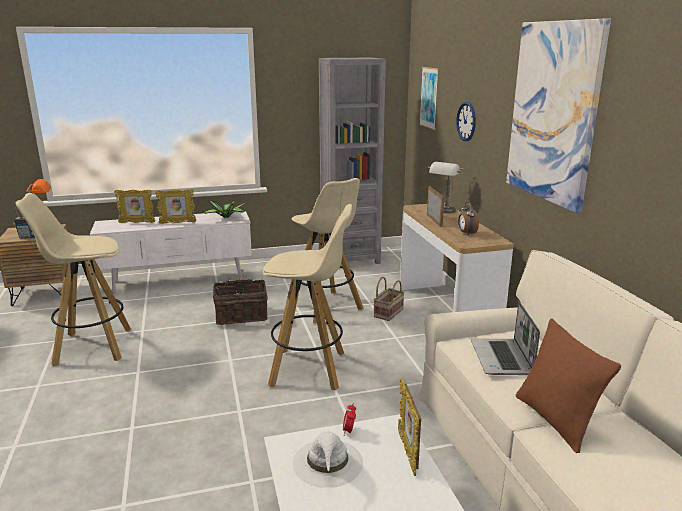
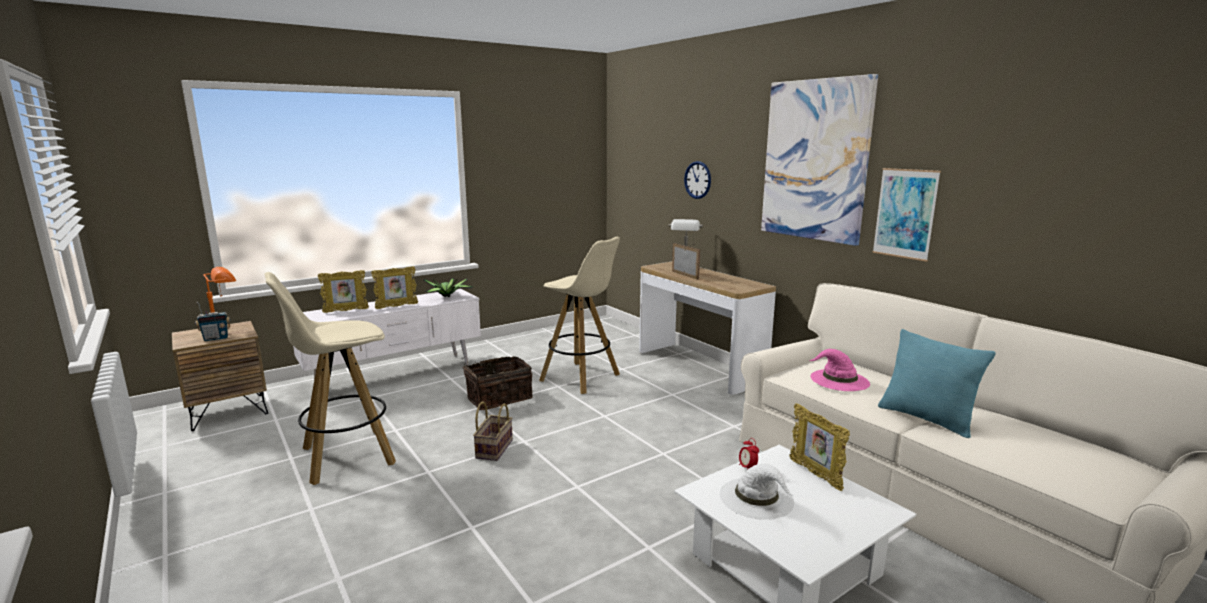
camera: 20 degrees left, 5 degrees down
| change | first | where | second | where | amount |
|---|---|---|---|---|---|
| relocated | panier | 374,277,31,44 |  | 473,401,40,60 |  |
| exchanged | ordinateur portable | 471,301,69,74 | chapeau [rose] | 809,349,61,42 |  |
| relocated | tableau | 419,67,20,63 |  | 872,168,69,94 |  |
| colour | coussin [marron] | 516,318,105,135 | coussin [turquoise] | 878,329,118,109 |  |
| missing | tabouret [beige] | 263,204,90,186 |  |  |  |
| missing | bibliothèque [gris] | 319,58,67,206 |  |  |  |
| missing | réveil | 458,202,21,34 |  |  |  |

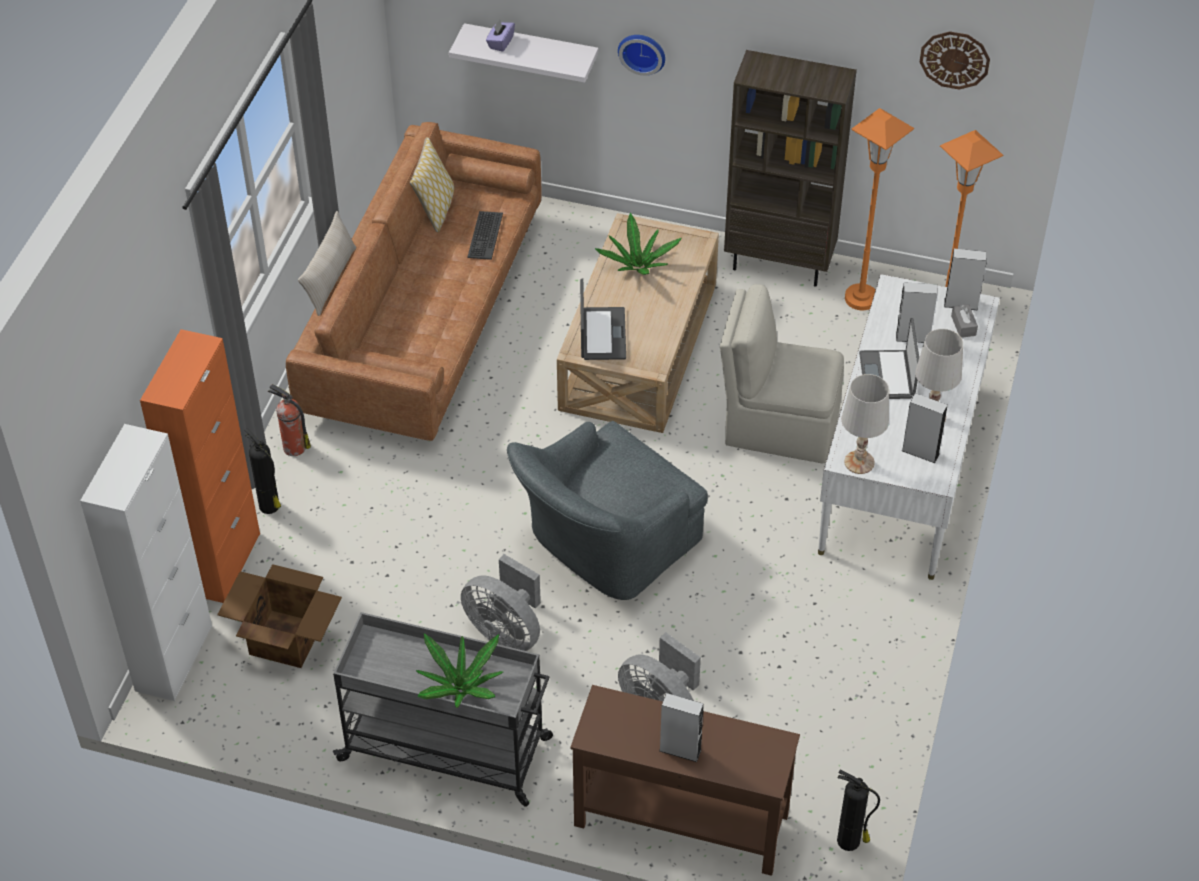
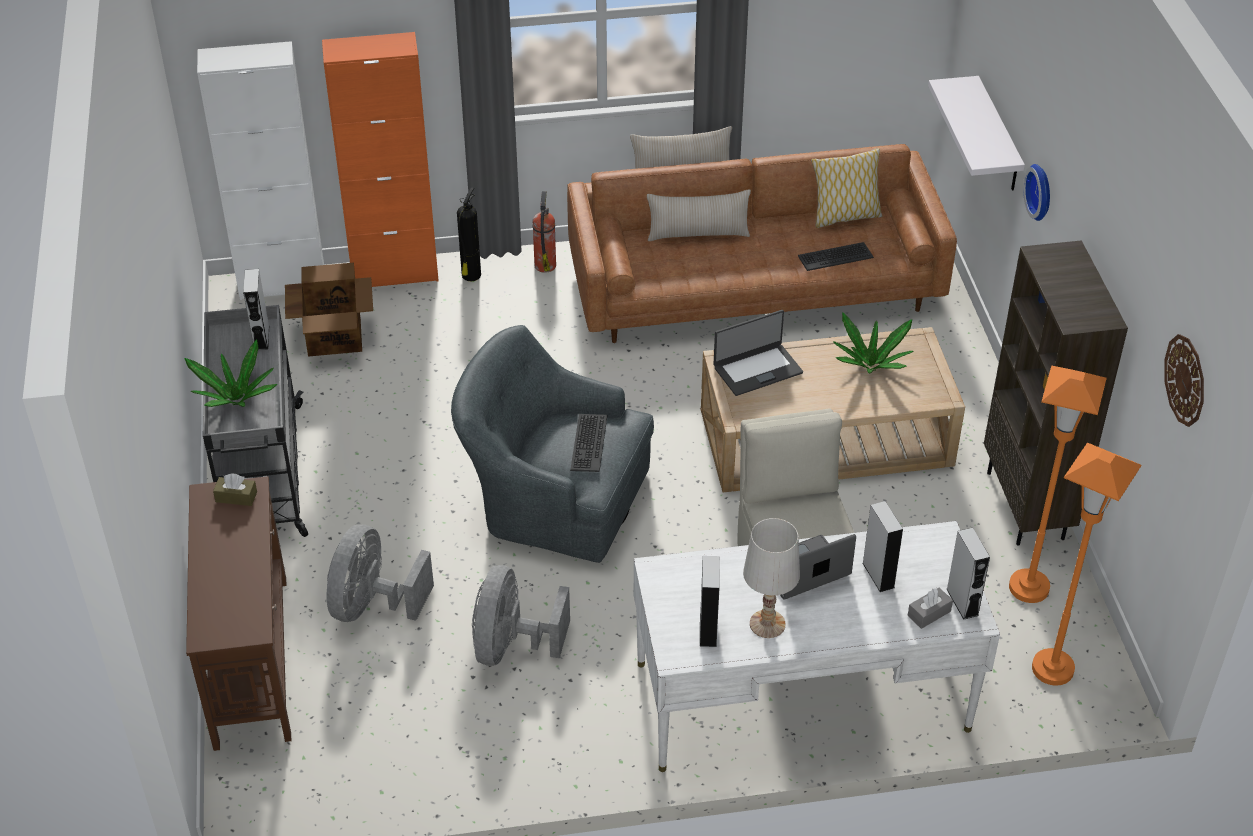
camera: 65 degrees right, 5 degrees down
| change | first | where | second | where | amount |
|---|---|---|---|---|---|
| appeared |  |  | boîte à mouchoirs [marron] | 213,474,44,32 |  |
| relocated | enceinte [gris] | 659,693,45,69 |  | 243,269,26,81 |  |
| relocated | ventilateur [gris] | 461,554,80,97 |  | 472,565,98,101 |  |
| appeared |  |  | clavier | 570,414,37,58 |  |
| appeared |  |  | coussin [beige] | 647,190,104,51 |  |
| missing | boîte à mouchoirs [violet] | 486,20,29,32 |  |  |  |
| missing | extincteur | 837,770,43,81 |  |  |  |
| missing | lampe de table [blanc] | 842,374,47,100 |  |  |  |

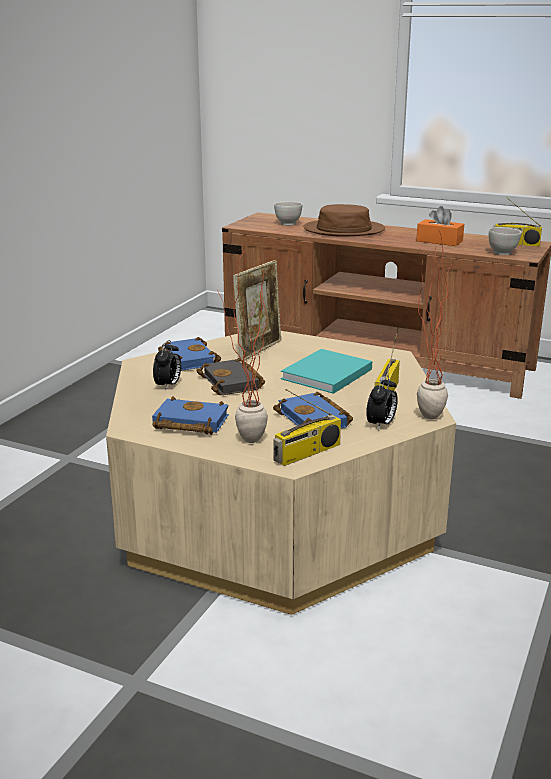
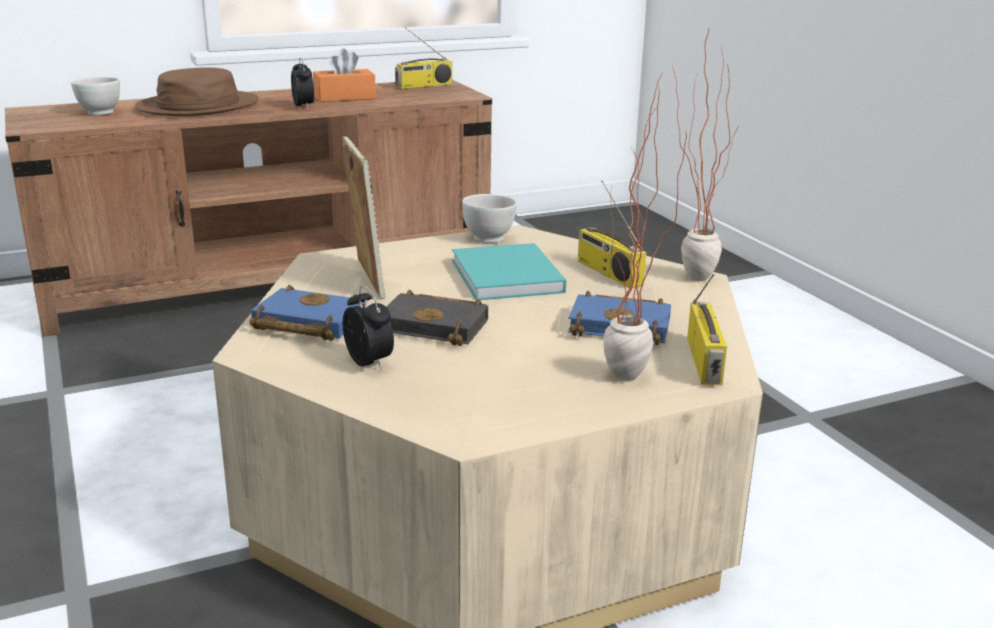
camera: 50 degrees left, 0 degrees up
| change | first | where | second | where | amount |
|---|---|---|---|---|---|
| relocated | réveil | 366,375,32,55 |  | 291,58,23,51 |  |
| relocated | bol [blanc] | 489,227,33,28 |  | 462,194,55,49 |  |
| missing | livre [bleu] | 152,397,77,38 |  |  |  |

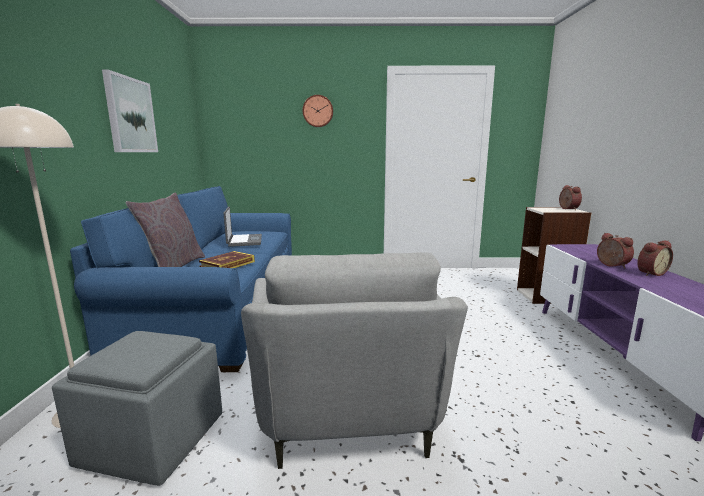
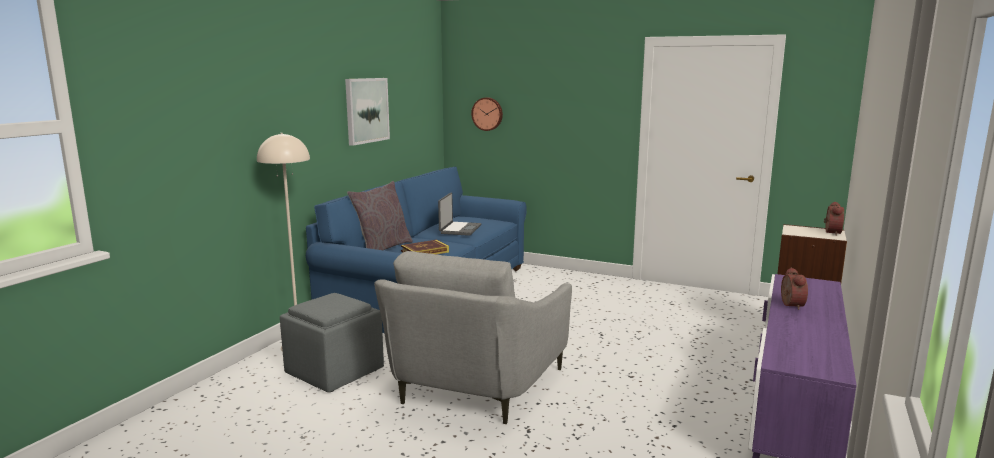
camera: 25 degrees right, 0 degrees up
| change | first | where | second | where | amount |
|---|---|---|---|---|---|
| relocated | horloge murale | 303,95,30,32 |  | 471,97,32,34 |  |
| missing | réveil | 637,240,36,36 |  |  |  |

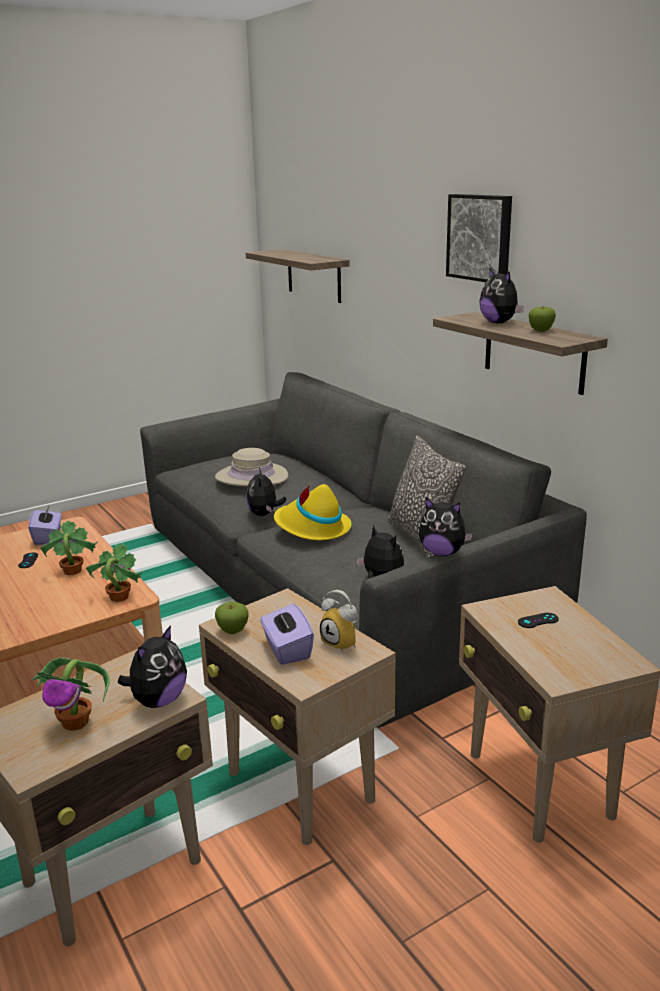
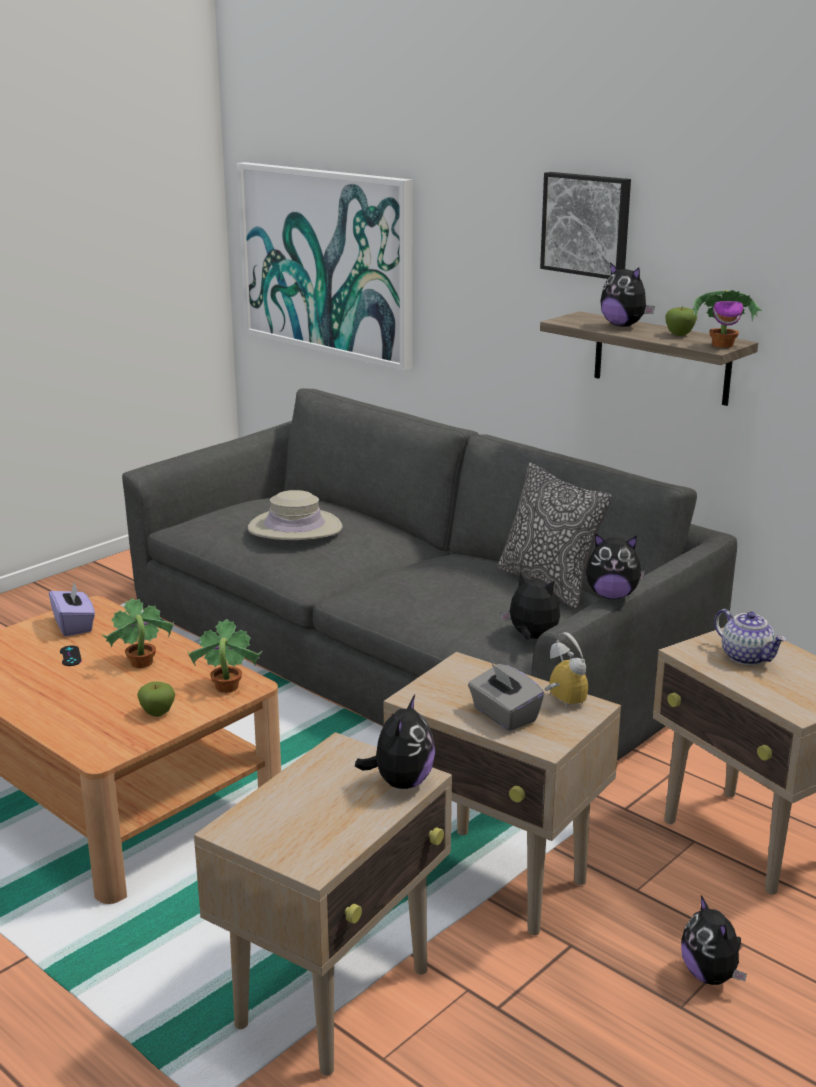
camera: 15 degrees left, 0 degrees up
| change | first | where | second | where | amount |
|---|---|---|---|---|---|
| relocated | pomme | 215,602,34,32 |  | 137,681,38,36 |  |
| exchanged | étagère | 246,249,104,54 | tableau | 237,162,175,209 |  |
| colour | boîte à mouchoirs [violet] | 260,604,54,61 | boîte à mouchoirs [gris] | 468,664,76,67 |  |
| spun | réveil | 320,590,37,63 |  | 544,632,44,76 | 150 degrees counterclockwise |
| relocated | peluche | 246,468,40,48 |  | 681,895,66,90 |  |
| relocated | plante en pot | 31,657,79,74 |  | 692,290,70,58 |  |
| exchanged | manette [noir] | 518,613,41,15 | théière | 714,609,72,56 |  |
| missing | chapeau [jaune] | 274,484,78,57 |  |  |  |

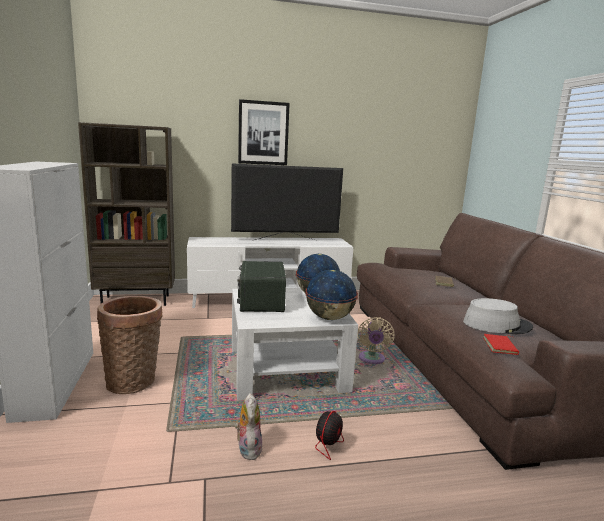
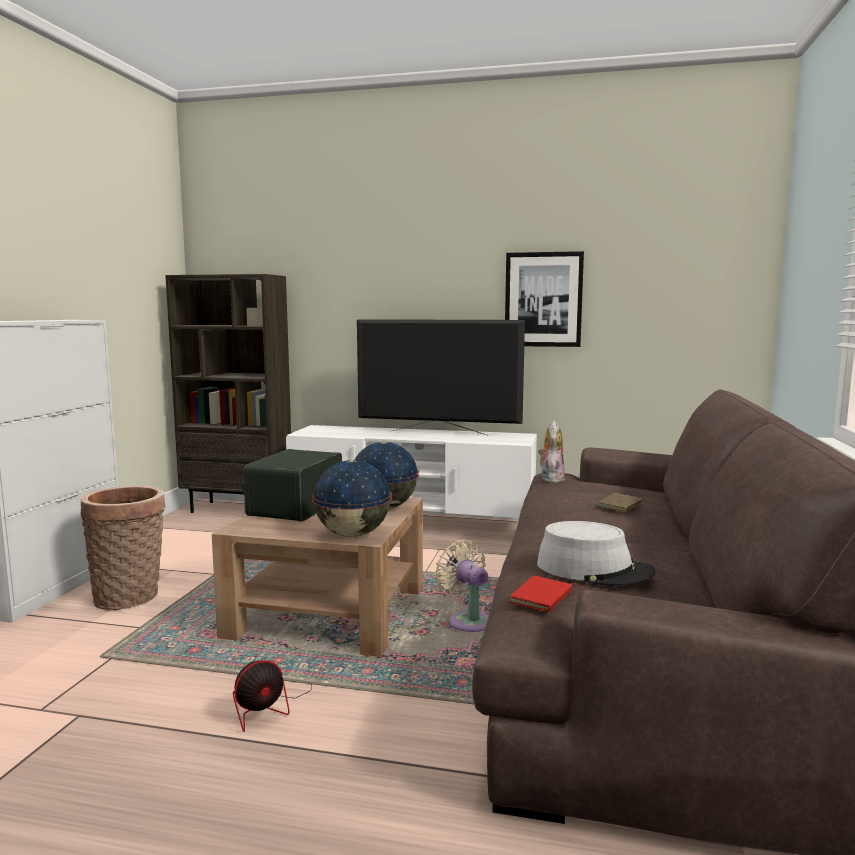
camera: 25 degrees right, 5 degrees down
| change | first | where | second | where | amount |
|---|---|---|---|---|---|
| colour | table basse [blanc] | 232,288,126,112 | table basse [marron] | 212,498,211,159 |  |
| spun | ventilateur [beige] | 357,317,37,47 |  | 435,540,54,92 | 120 degrees clockwise |
| relocated | tableau | 238,99,52,66 |  | 505,251,79,96 |  |
| relocated | peluche | 235,393,27,67 |  | 538,421,27,62 |  |

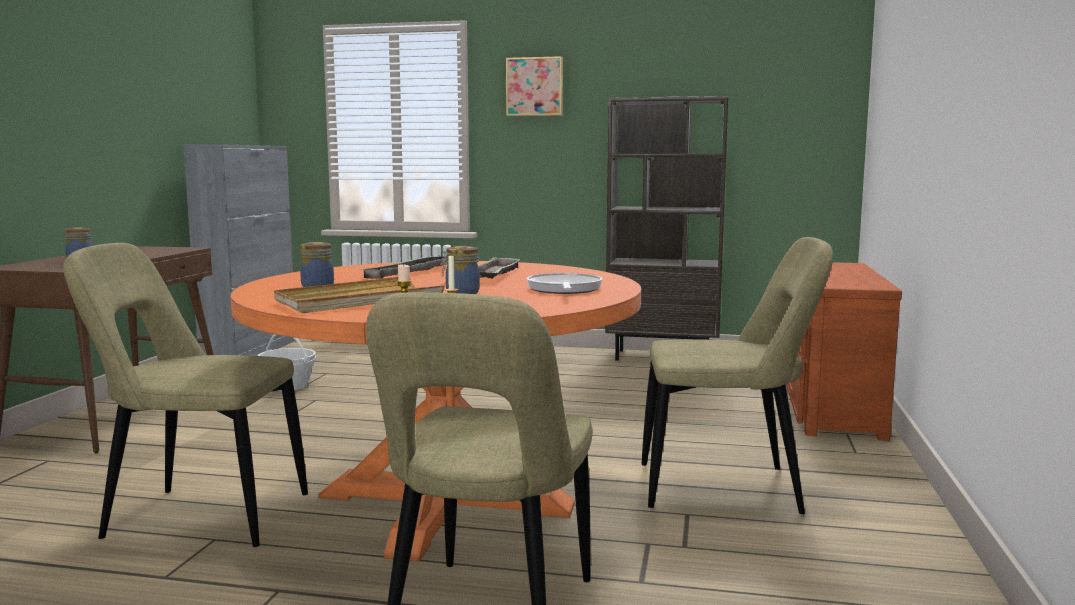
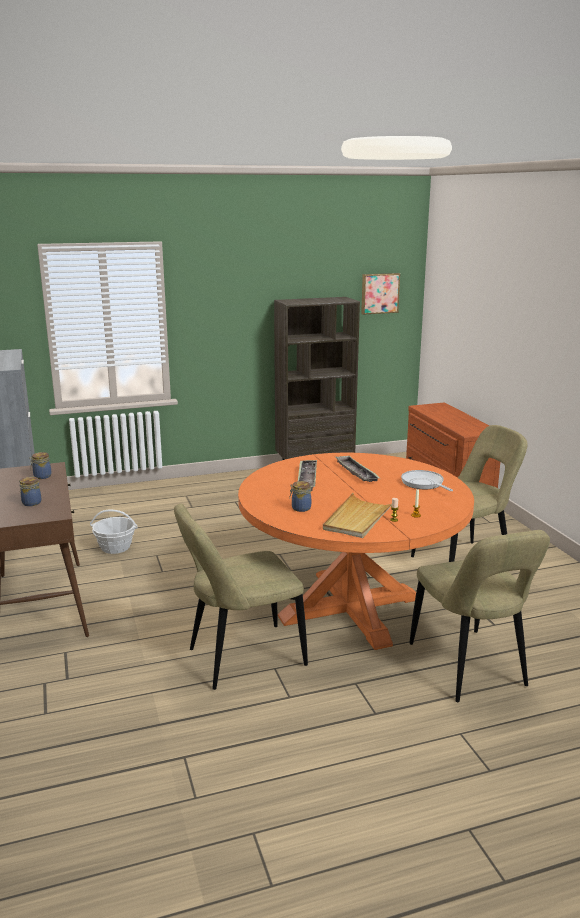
camera: 30 degrees left, 10 degrees up
| change | first | where | second | where | amount |
|---|---|---|---|---|---|
| relocated | bocal | 442,246,38,48 |  | 30,452,22,27 |  |
| relocated | tableau | 506,56,57,60 |  | 361,273,39,42 |  |

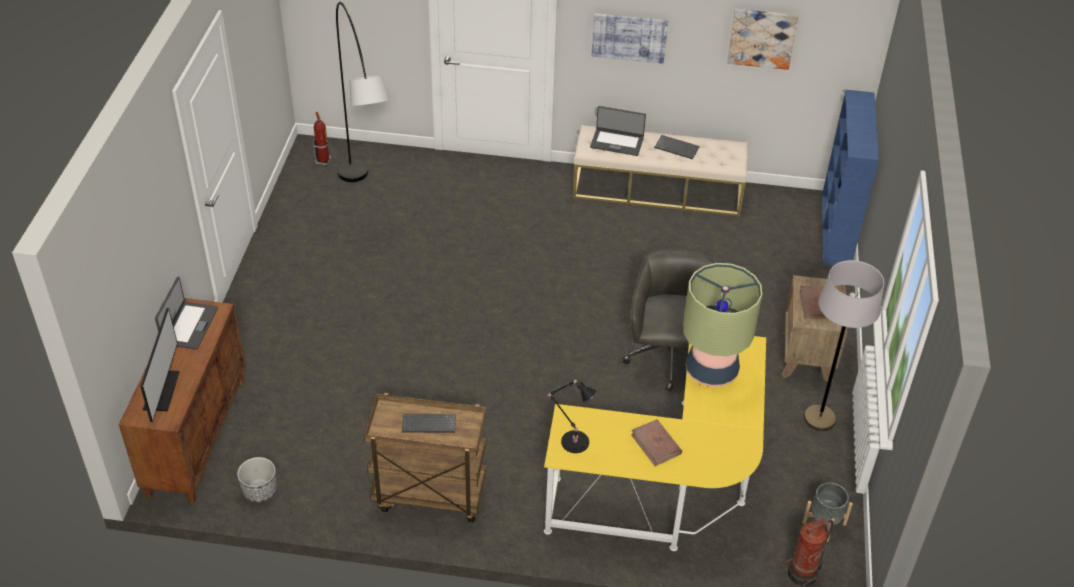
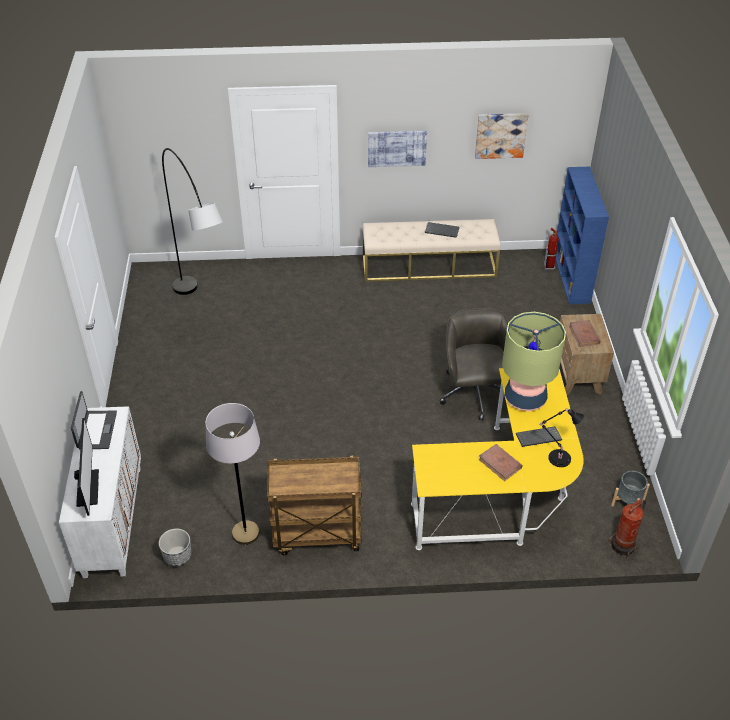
camera: 10 degrees left, 0 degrees up
| change | first | where | second | where | amount |
|---|---|---|---|---|---|
| colour | meuble de rangement [marron] | 119,298,127,205 | meuble de rangement [blanc] | 59,406,82,172 |  |
| relocated | lampadaire [gris] | 804,260,80,171 |  | 206,403,54,142 |  |
| relocated | clavier | 402,414,54,19 |  | 516,426,46,21 |  |
| relocated | lampe de table [noir] | 547,379,49,74 |  | 539,408,45,59 |  |
| relocated | extincteur | 313,112,18,53 |  | 544,228,15,42 |  |
| missing | ordinateur portable | 590,106,56,50 |  |  |  |

